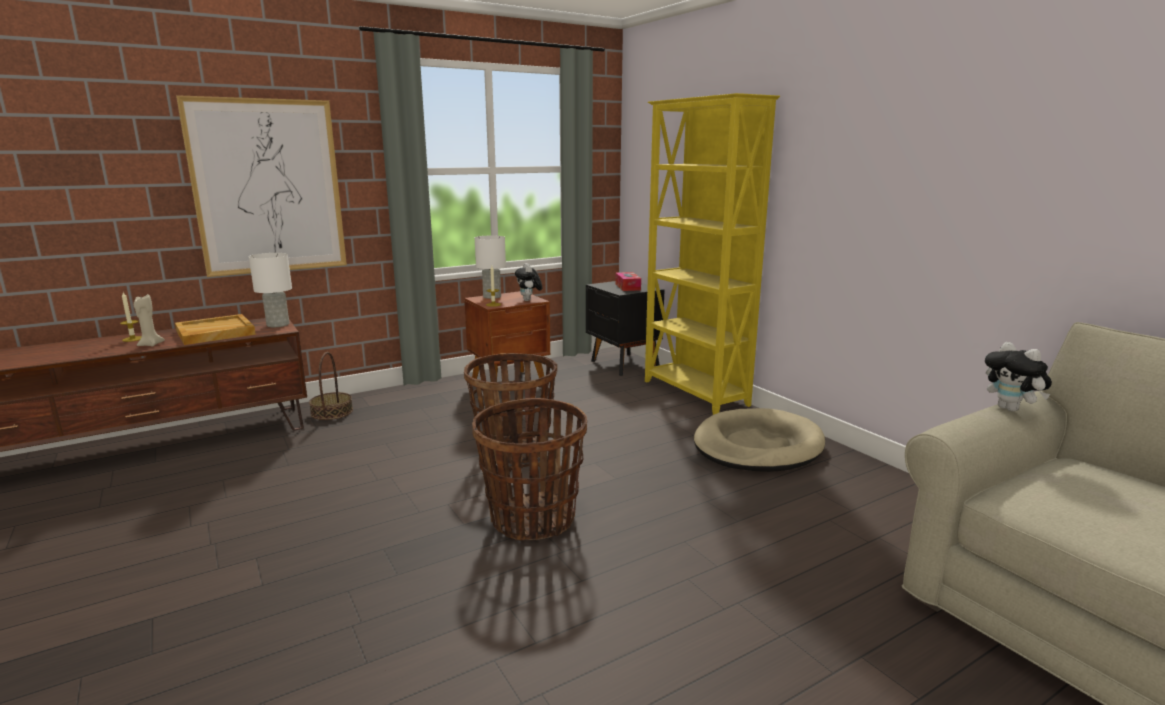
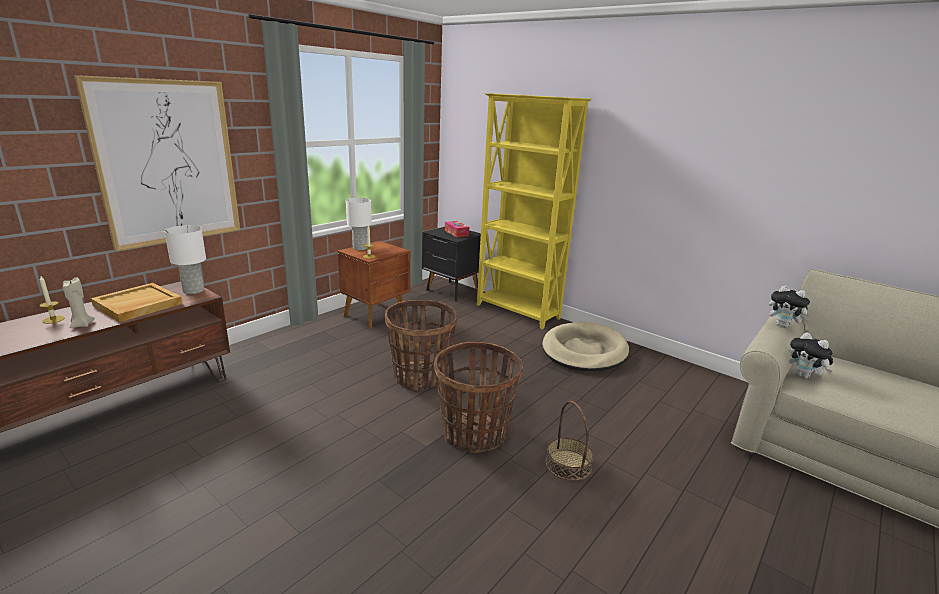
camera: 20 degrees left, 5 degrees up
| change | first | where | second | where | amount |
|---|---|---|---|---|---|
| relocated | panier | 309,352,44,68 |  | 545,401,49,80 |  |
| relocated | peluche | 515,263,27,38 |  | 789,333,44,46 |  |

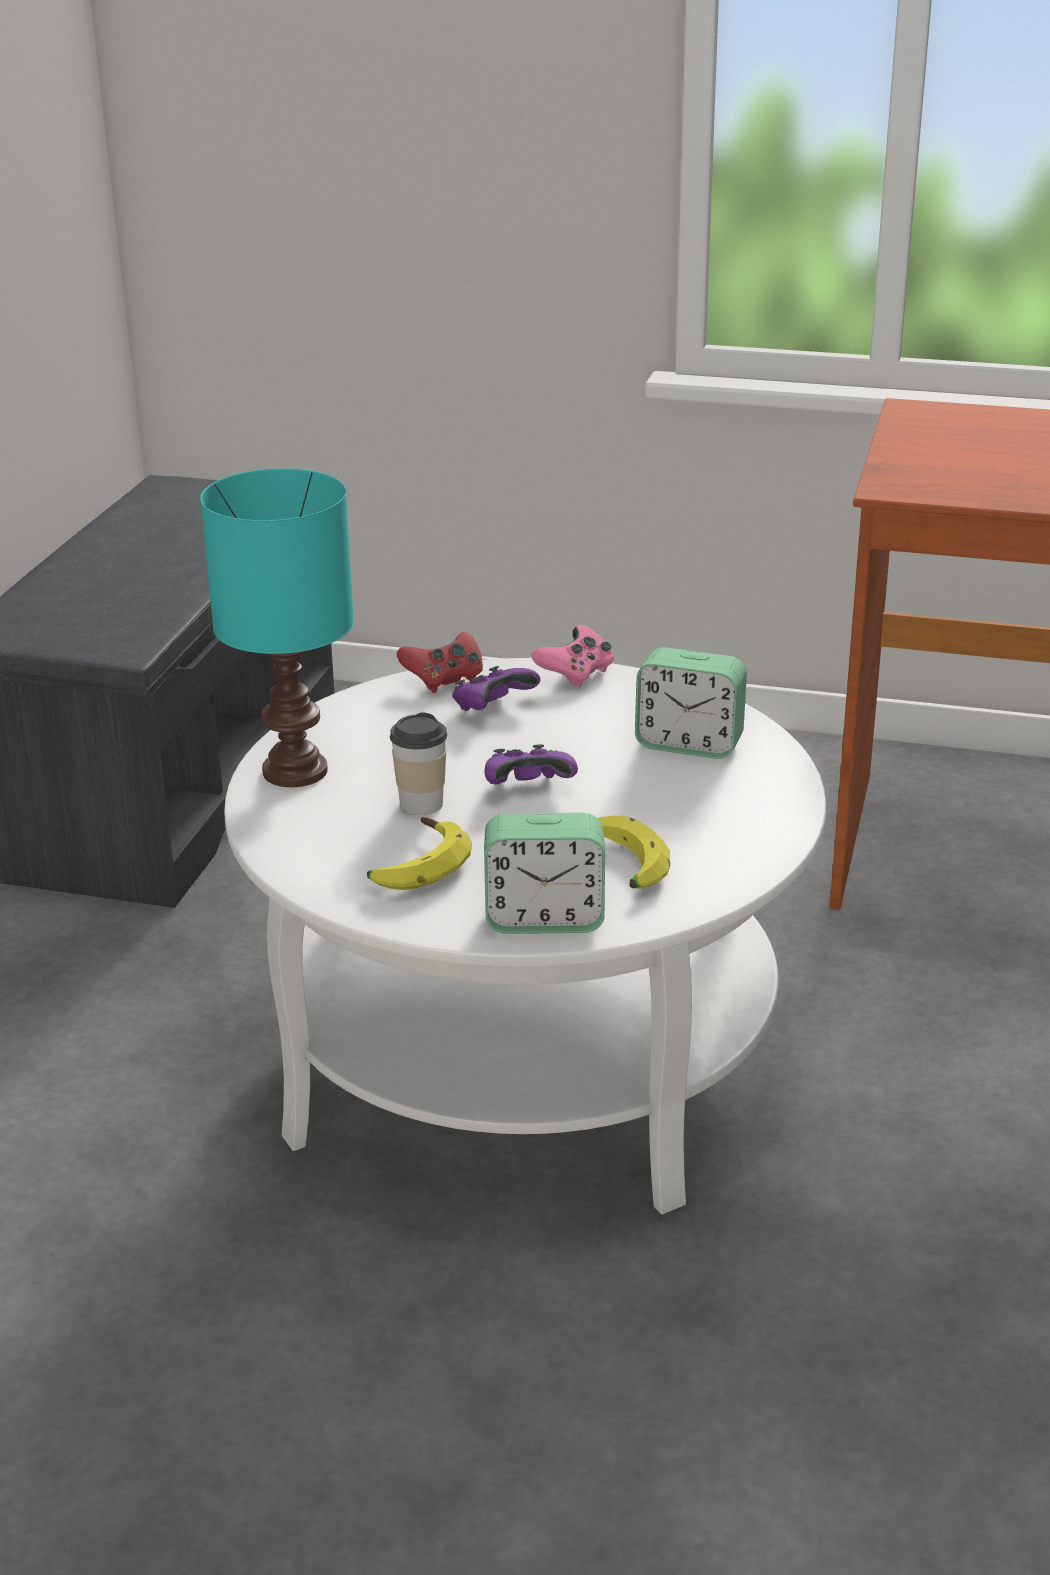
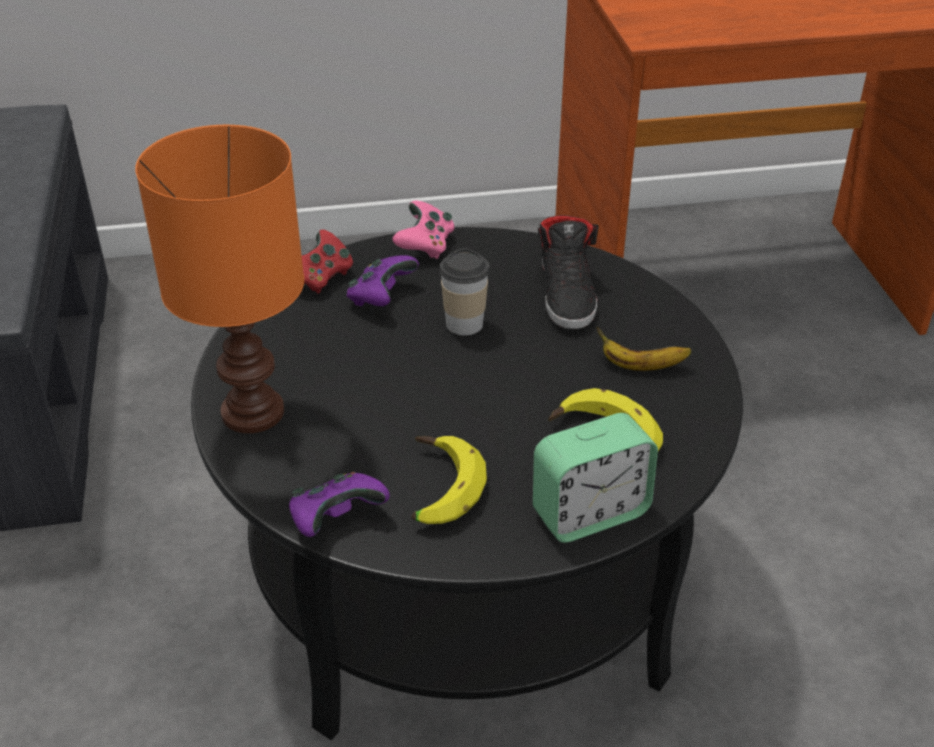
camera: 25 degrees left, 10 degrees up
| change | first | where | second | where | amount |
|---|---|---|---|---|---|
| colour | lampe de table [turquoise] | 200,468,154,319 | lampe de table [orange] | 135,125,169,308 |  |
| colour | table basse [blanc] | 224,658,602,556 | table basse [noir] | 191,227,552,513 |  |
| relocated | manette [violet] | 485,744,93,41 |  | 289,472,101,65 |  |
| relocated | tasse | 390,712,57,103 |  | 440,248,49,88 |  |
| exchanged | réveil | 635,647,112,112 | chaussure [noir] | 537,215,62,114 |  |
| appeared |  |  | banane | 597,327,95,44 |  |

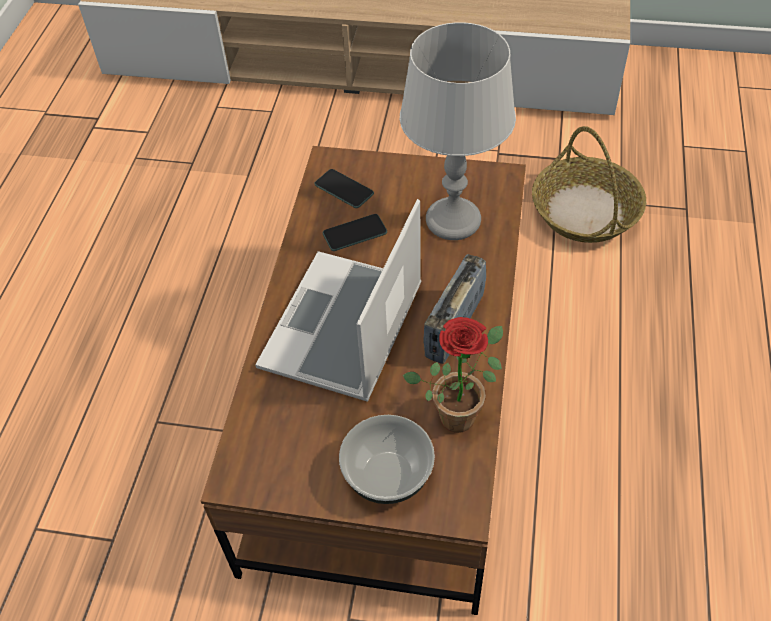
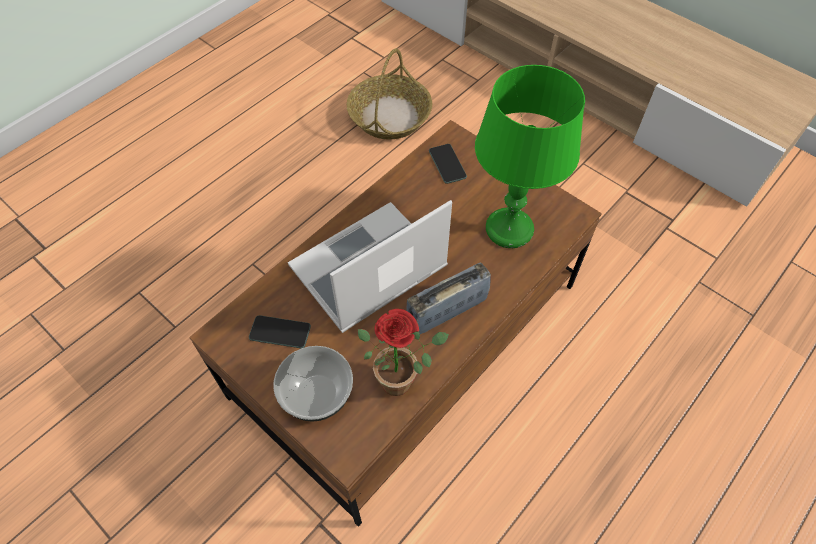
camera: 30 degrees right, 5 degrees up
| change | first | where | second | where | amount |
|---|---|---|---|---|---|
| relocated | téléphone | 323,214,64,37 |  | 249,315,62,33 |  |
| relocated | panier | 532,126,114,117 |  | 347,48,85,92 |  |
| colour | lampe de table [gris] | 400,22,116,218 | lampe de table [vert] | 475,65,110,183 |  |

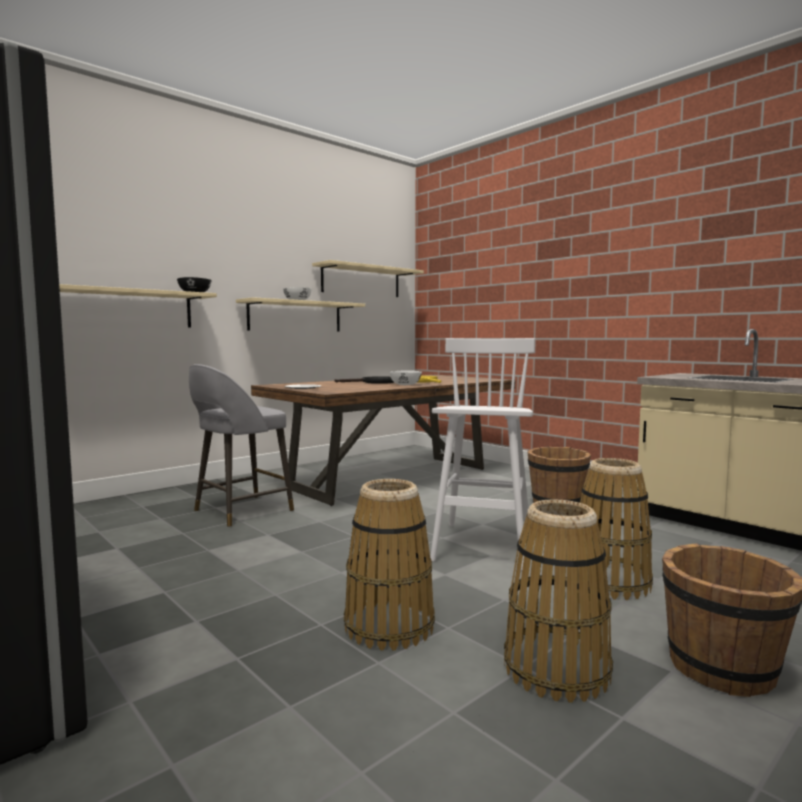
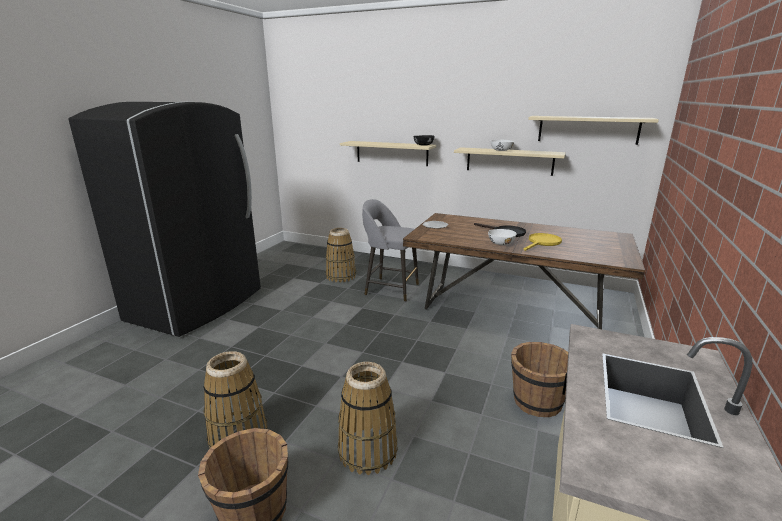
camera: 65 degrees right, 15 degrees up
| change | first | where | second | where | amount |
|---|---|---|---|---|---|
| relocated | panier | 344,479,91,172 |  | 326,228,30,55 |  |
| missing | tabouret [blanc] | 430,338,106,233 |  |  |  |

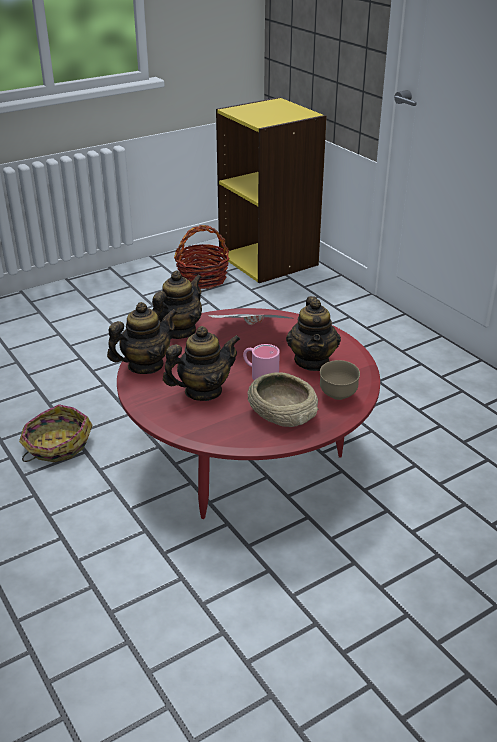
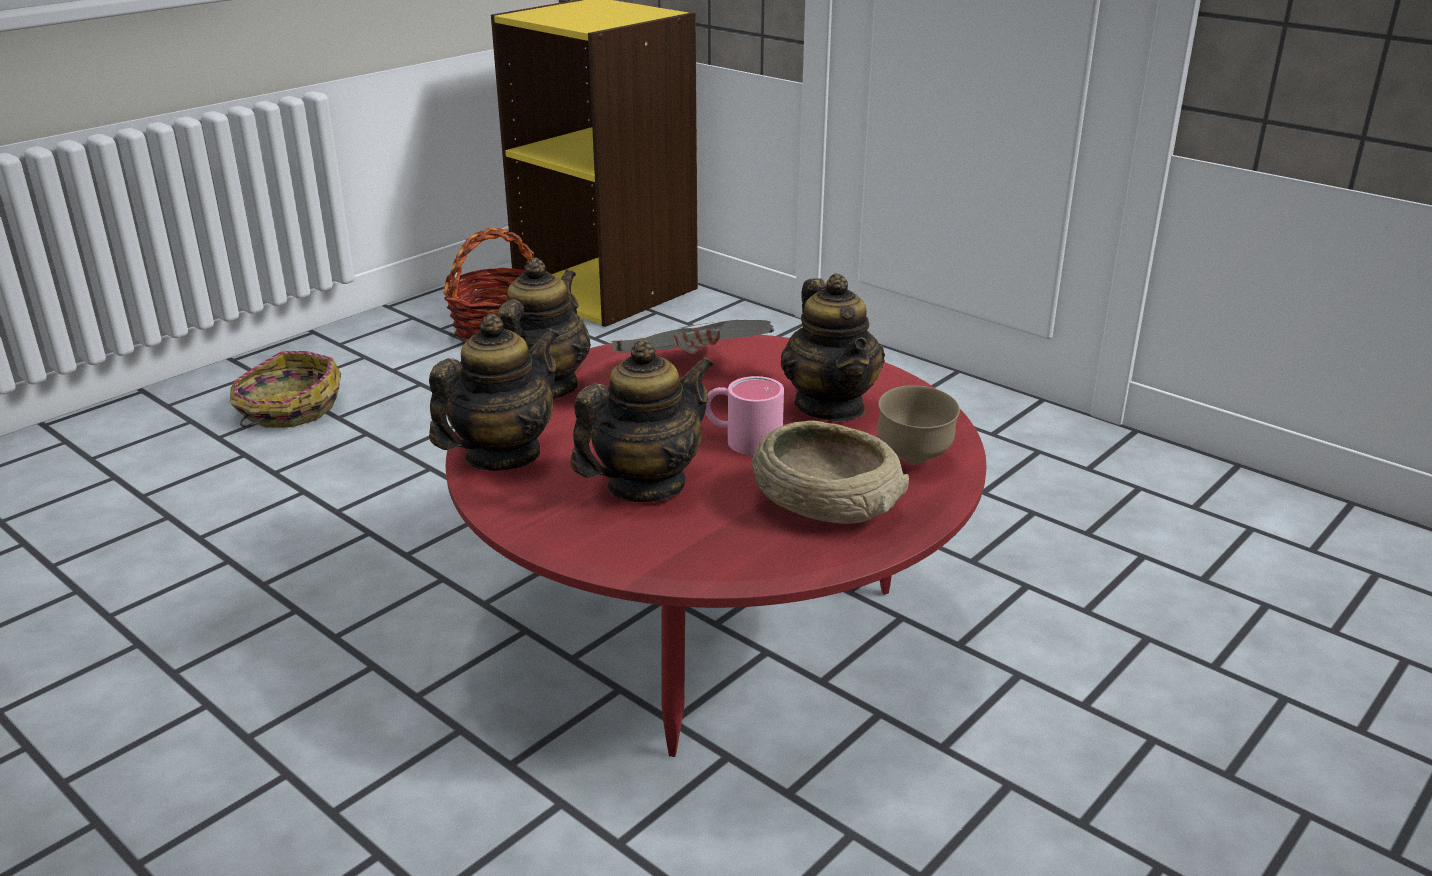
camera: 15 degrees left, 5 degrees down
| change | first | where | second | where | amount |
|---|---|---|---|---|---|
| relocated | panier | 19,404,74,58 |  | 230,351,111,76 |  |

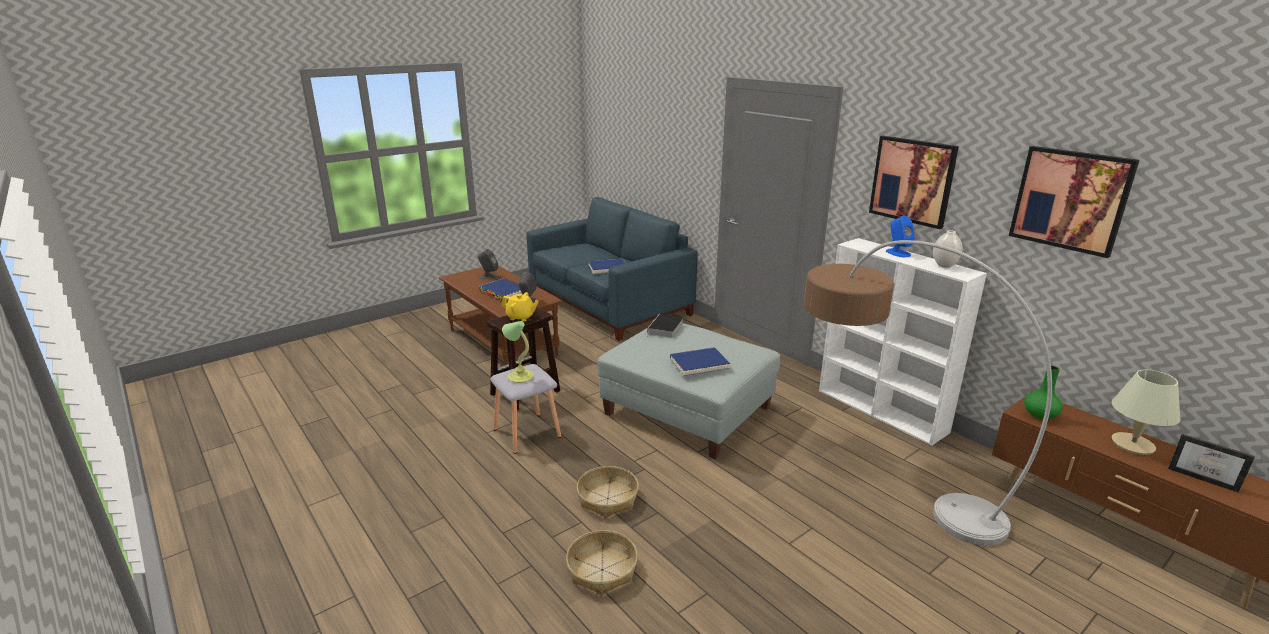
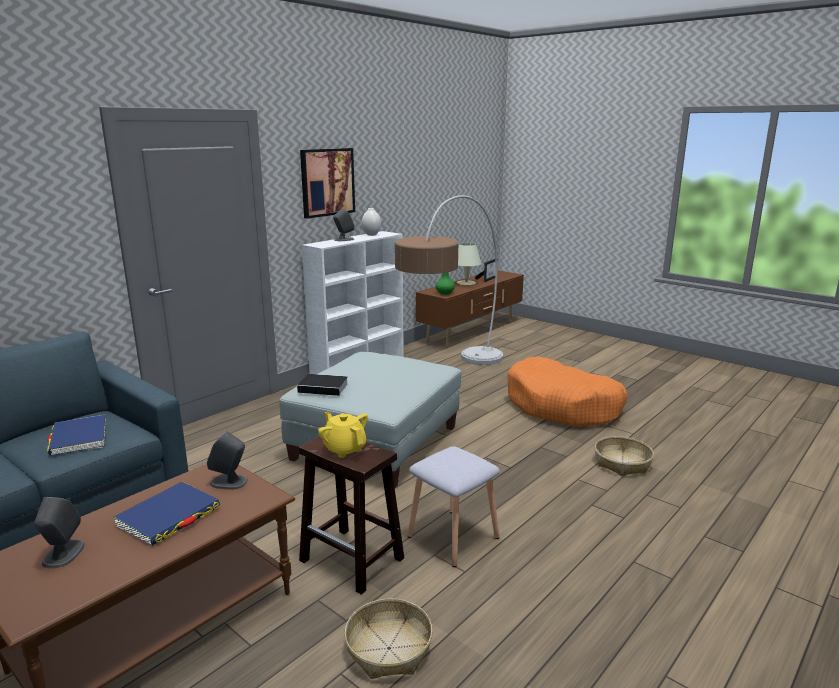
camera: 100 degrees left, 5 degrees down
| change | first | where | second | where | amount |
|---|---|---|---|---|---|
| spun | théière [jaune] | 501,292,38,30 |  | 318,412,50,46 | 45 degrees counterclockwise |
| colour | enceinte [bleu] | 886,216,29,41 | enceinte [gris] | 333,209,21,32 |  |
| relocated | panier | 577,466,62,52 |  | 344,598,89,81 |  |
| appeared |  |  | panier pour chien [orange] | 507,357,120,70 |  |
| missing | lampe de table | 502,321,32,62 |  |  |  |
| missing | livre [bleu] | 670,347,61,29 |  |  |  |
| missing | tableau | 1009,146,130,112 |  |  |  |

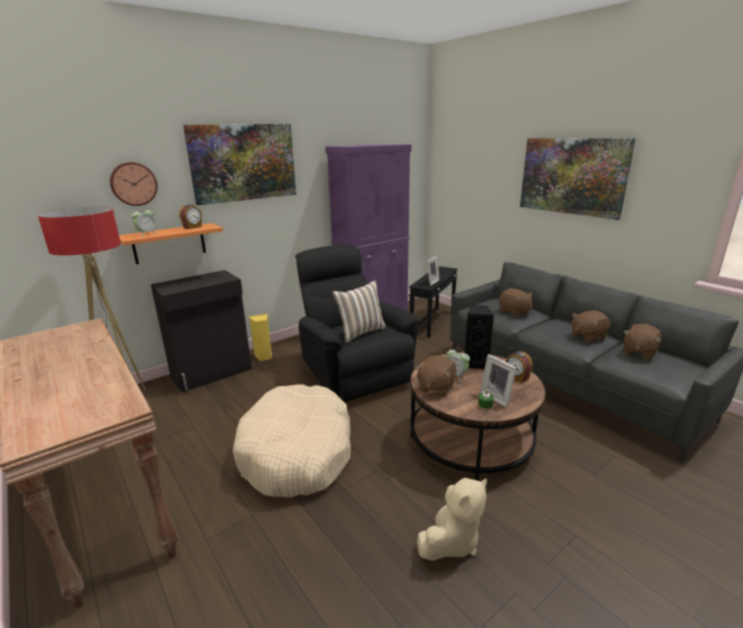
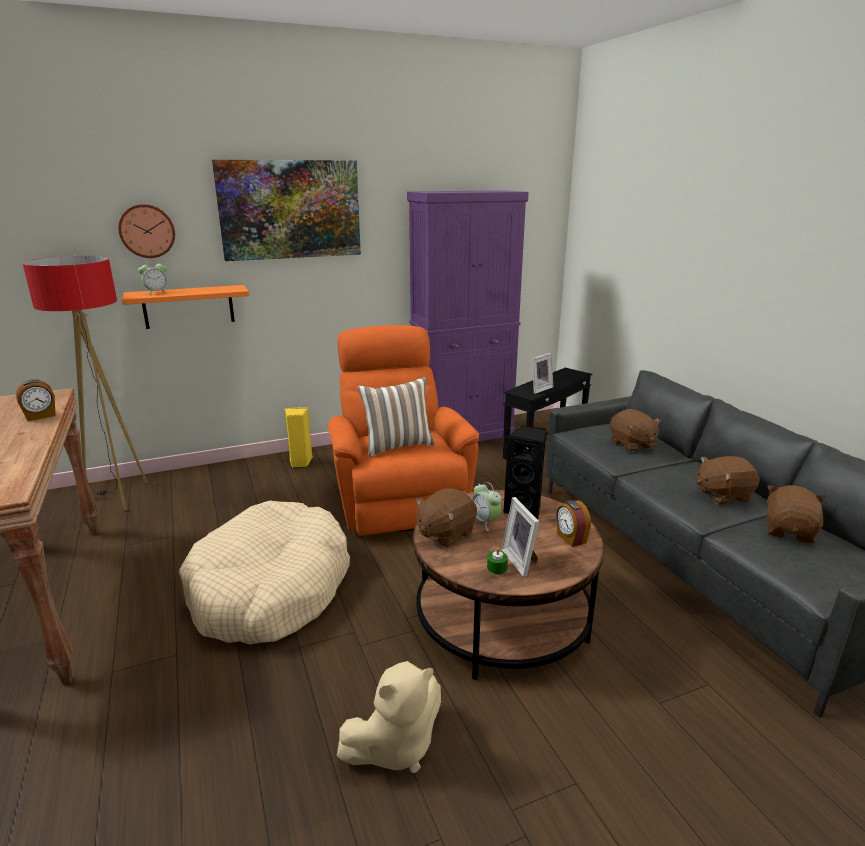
camera: 15 degrees right, 0 degrees up
| change | first | where | second | where | amount |
|---|---|---|---|---|---|
| relocated | réveil | 179,204,23,25 |  | 16,379,39,42 |  |
| colour | fauteuil [noir] | 295,245,123,157 | fauteuil [orange] | 328,325,151,211 |  |
| spun | peluche [marron] | 623,324,38,36 |  | 766,485,60,58 | 150 degrees clockwise |
| missing | meuble de rangement [noir] | 151,270,101,122 |  |  |  |
| missing | tableau | 520,138,116,82 |  |  |  |

